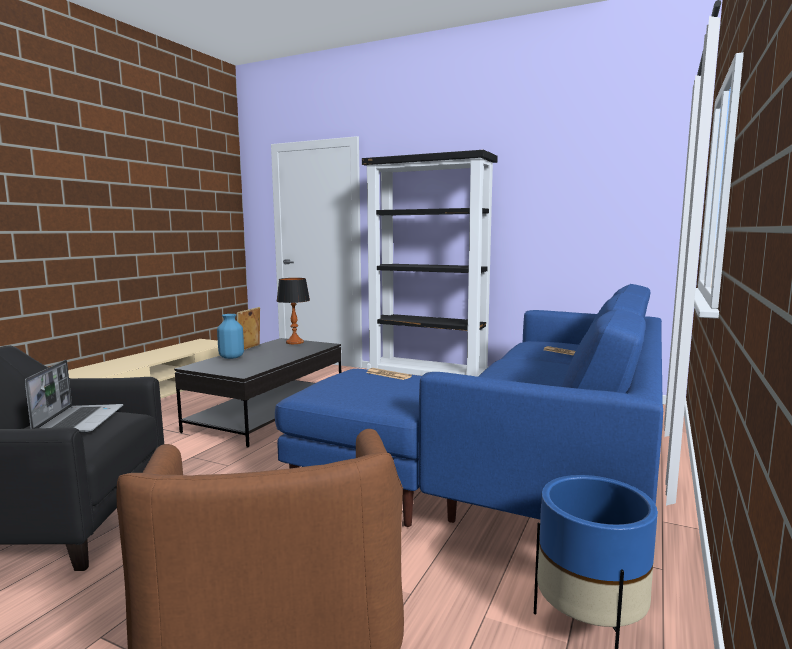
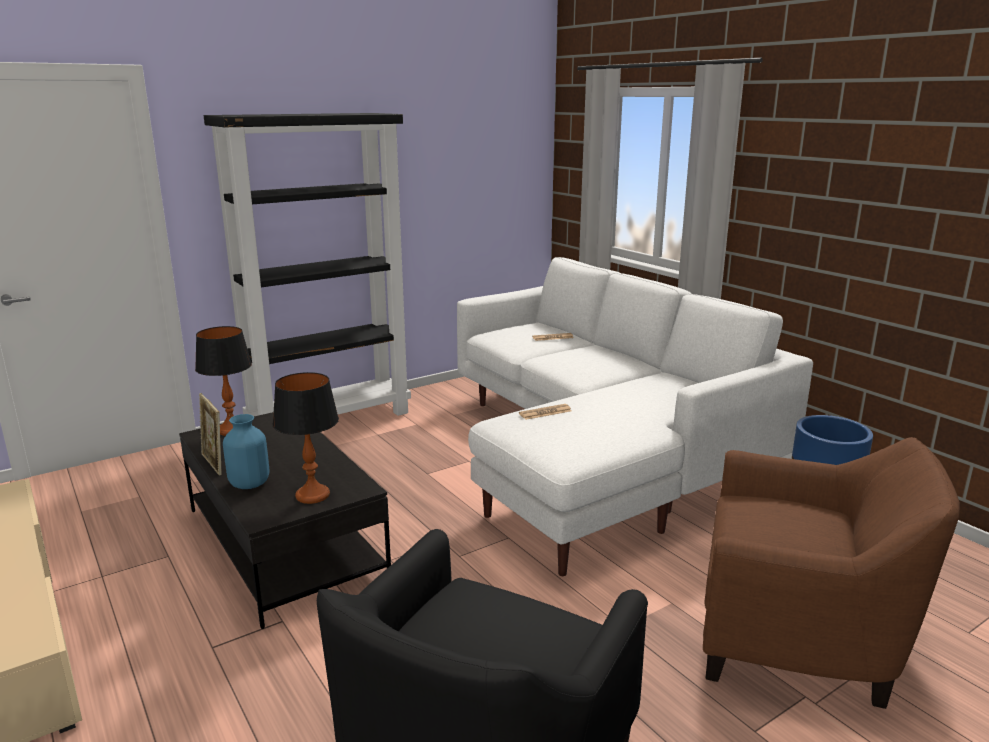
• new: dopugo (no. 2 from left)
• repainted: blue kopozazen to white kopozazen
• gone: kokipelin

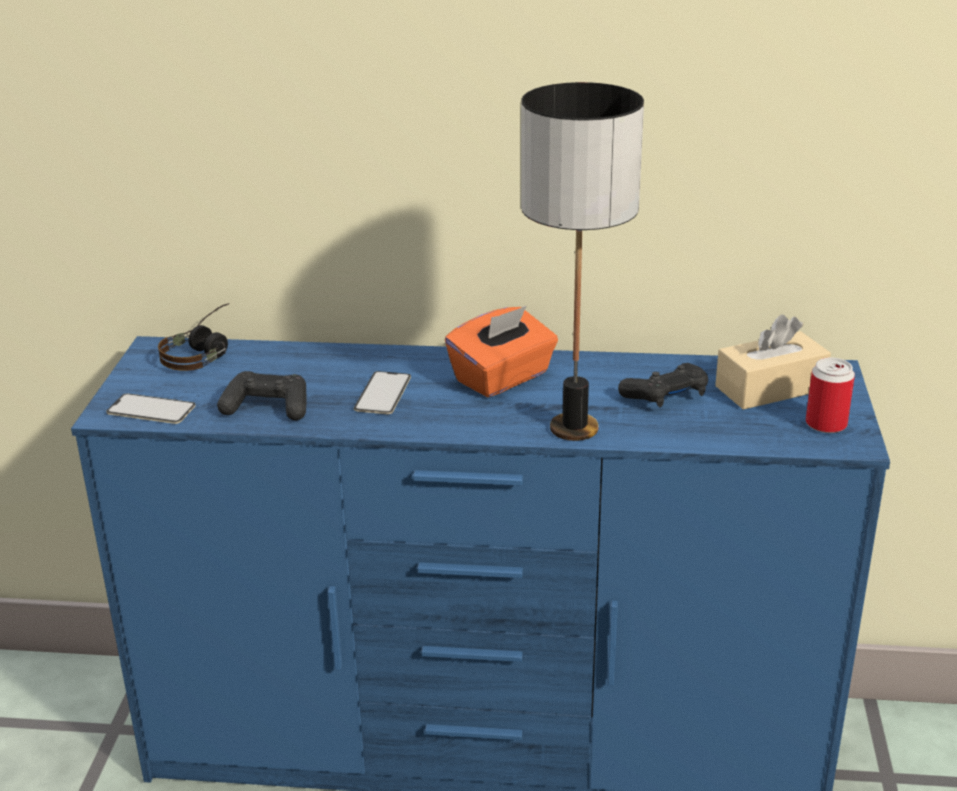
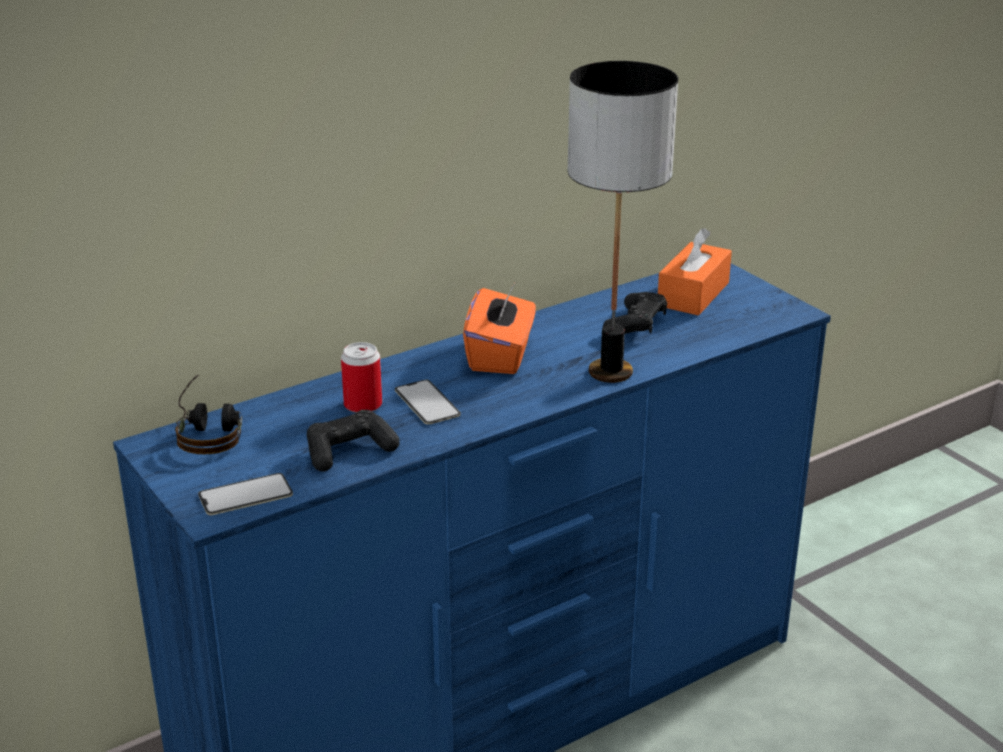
• shifted: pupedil
• repainted: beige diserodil to orange diserodil (no. 2 from left)

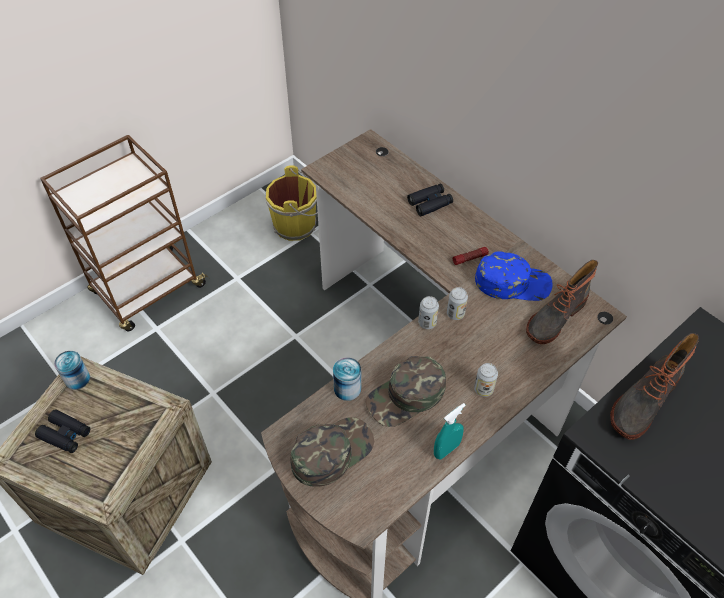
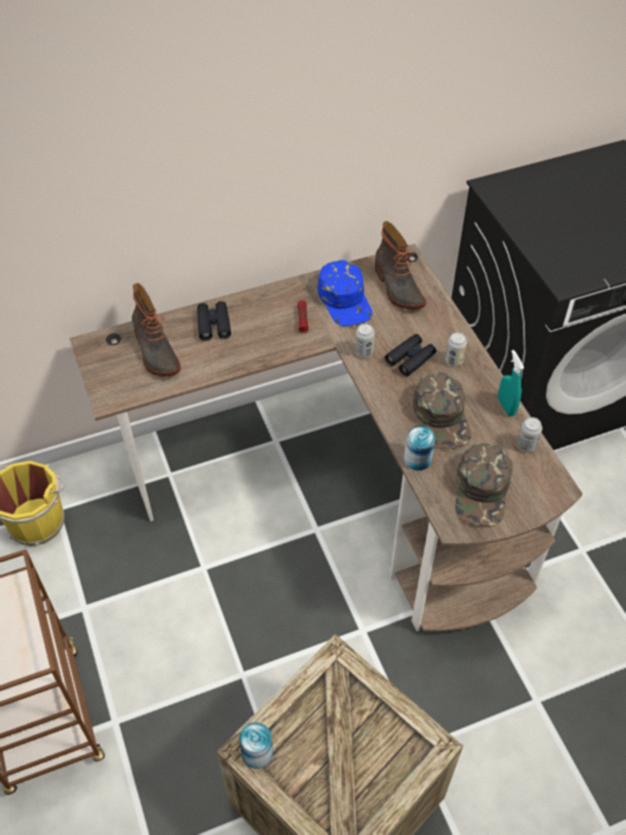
• shifted: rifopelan (no. 2 from left in the first image) to rifopelan (no. 1 from left)
• rotated: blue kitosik 135 degrees clockwise
• shifted: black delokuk (no. 1 from left in the first image) to black delokuk (no. 2 from left)
• rotated: green kitosik (no. 1 from left in the first image) 150 degrees counterclockwise
• shifted: pupedil (no. 3 from left in the first image) to pupedil (no. 5 from left)

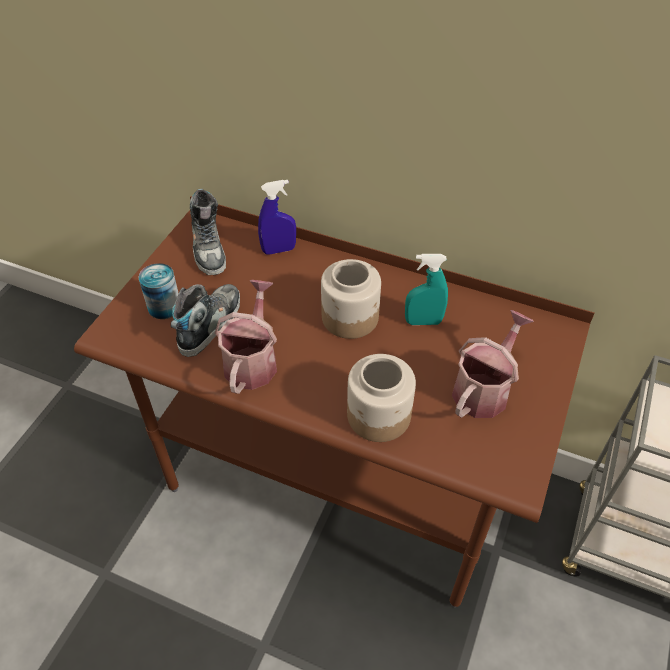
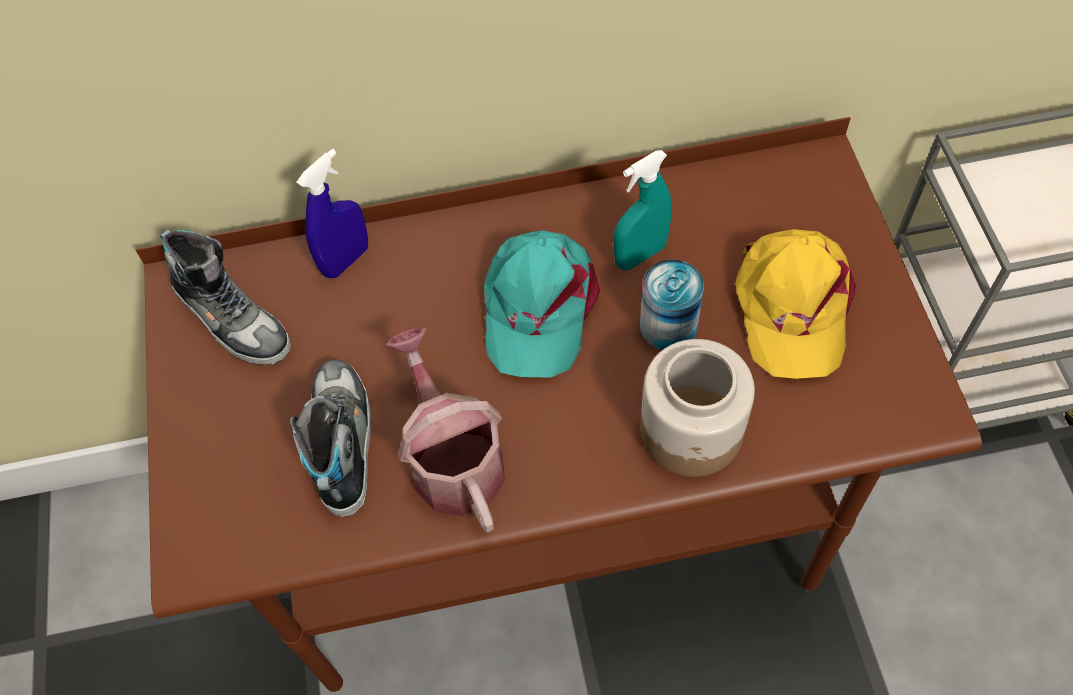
• swapped: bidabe (no. 1 from left) to turquoise kitosik
• shifted: pupedil
• swapped: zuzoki (no. 2 from left) to yellow kitosik

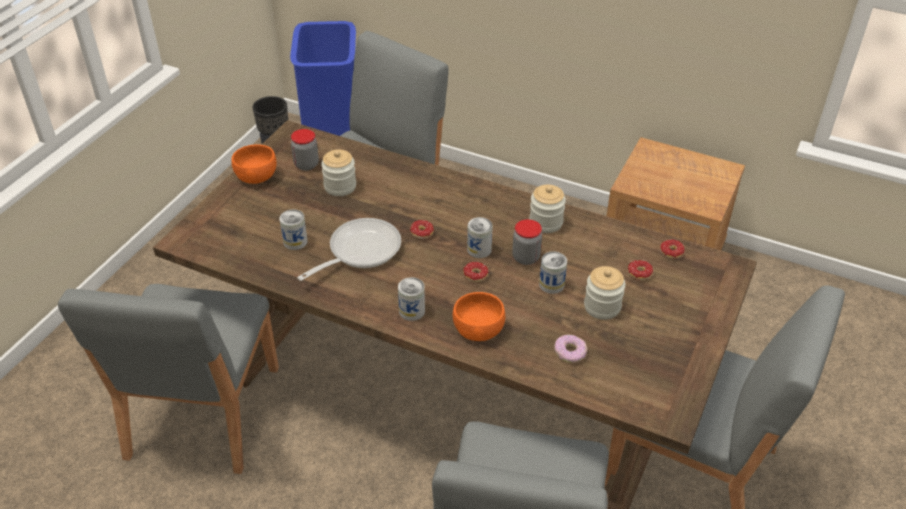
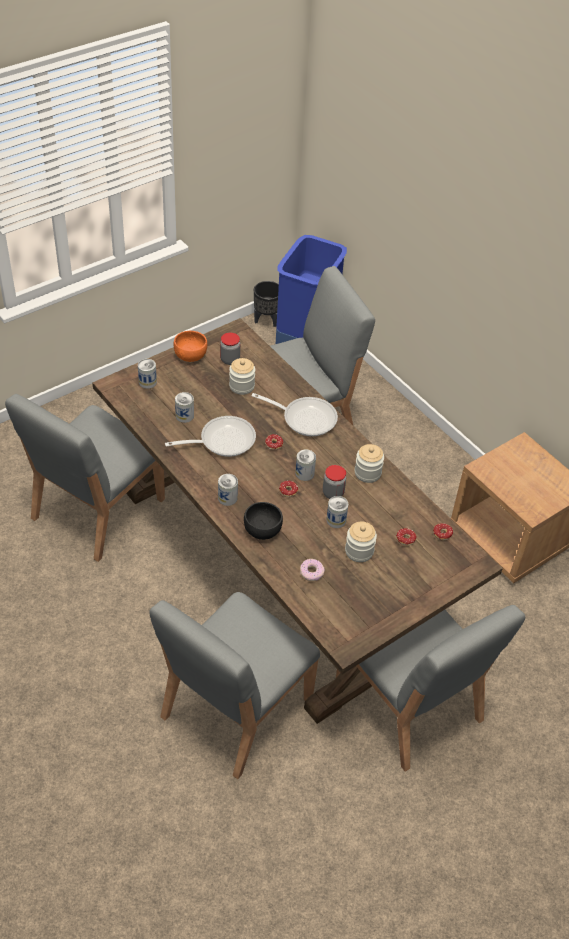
• new: pupedil (no. 1 from left)
• repainted: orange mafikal (no. 2 from left) to black mafikal
• new: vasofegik (no. 2 from left)

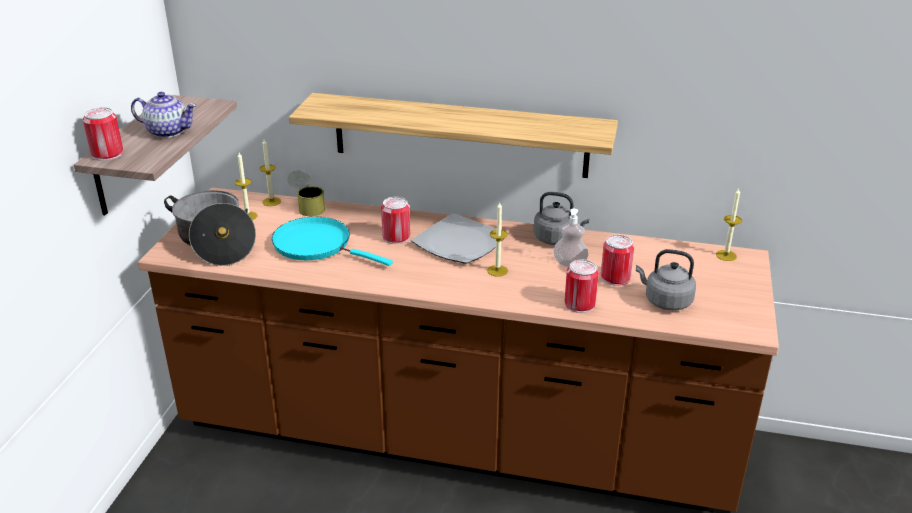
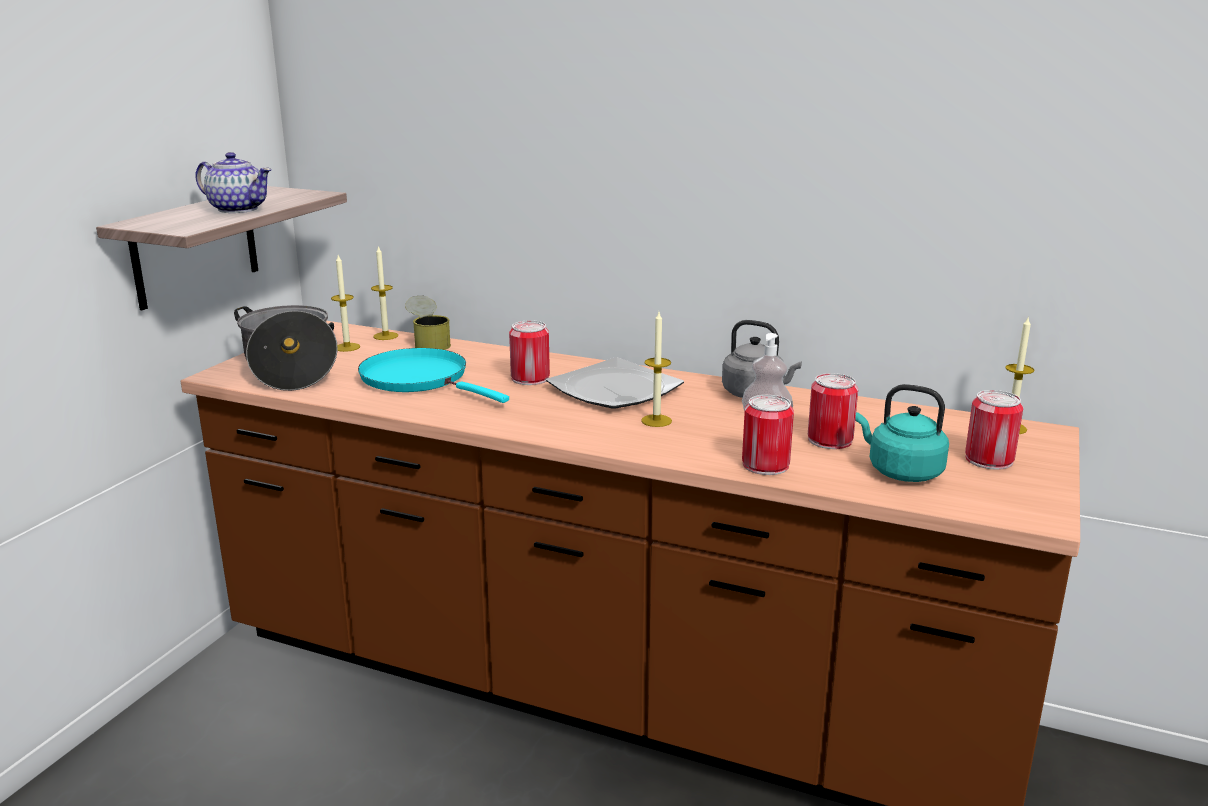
• repainted: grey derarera (no. 2 from left) to turquoise derarera
• shifted: pupedil (no. 1 from left in the first image) to pupedil (no. 5 from left)
• gone: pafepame (no. 2 from left)

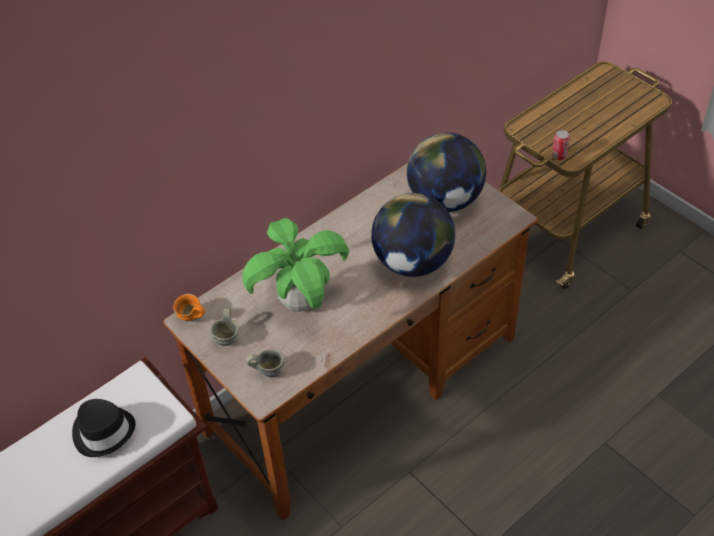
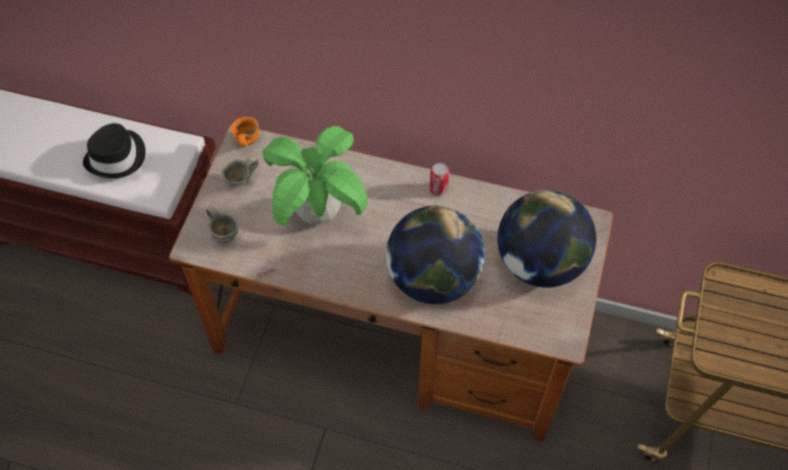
• shifted: pupedil

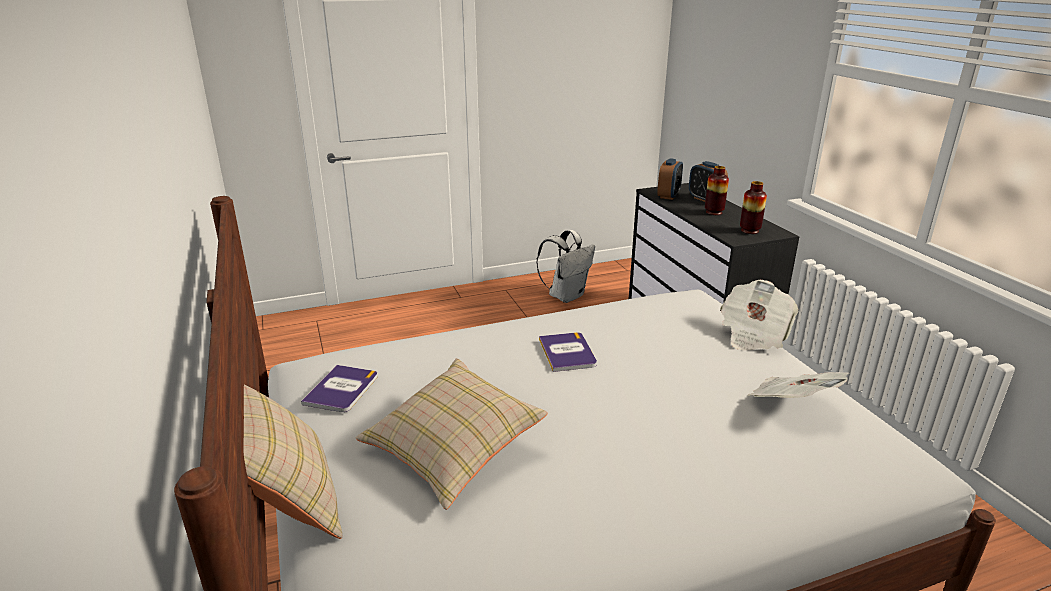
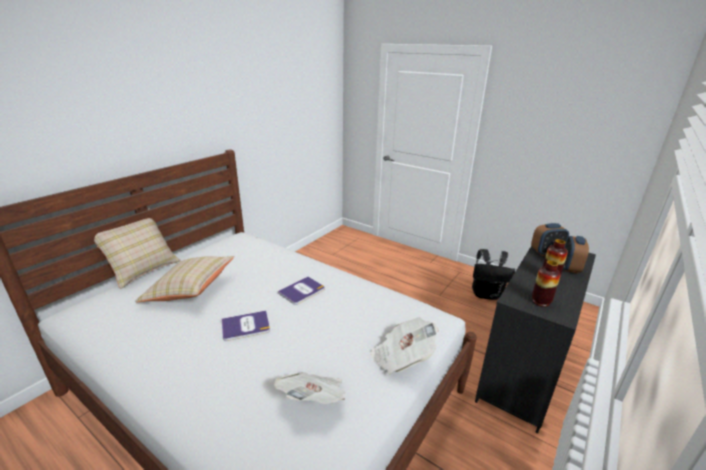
• shifted: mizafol (no. 1 from left)
• repainted: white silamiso to black silamiso

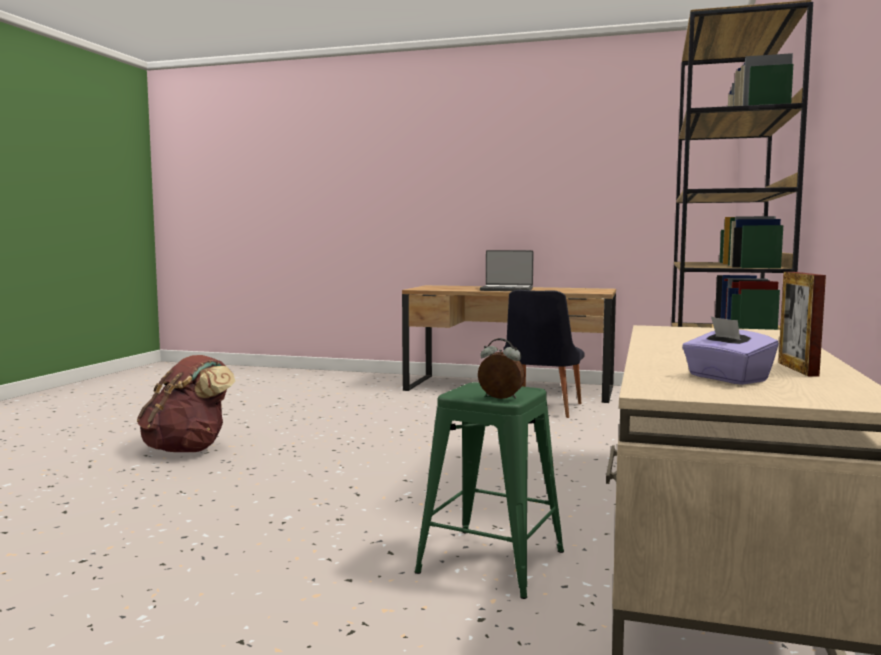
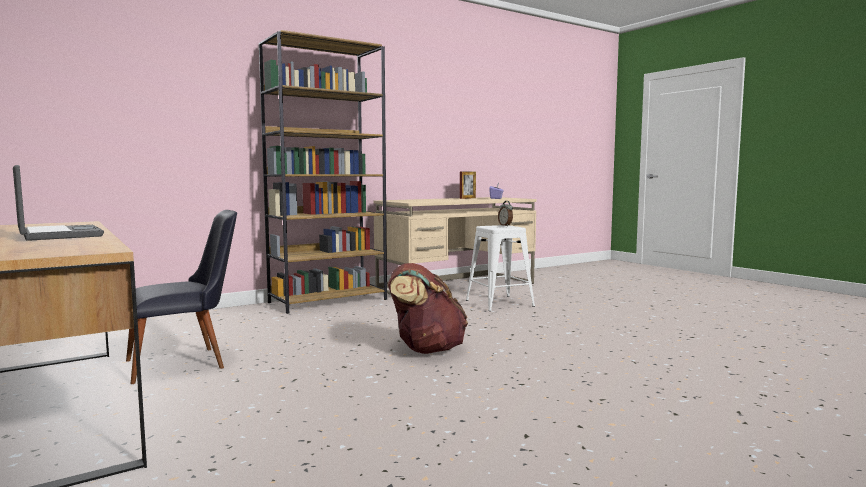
• shifted: brown silamiso
• repainted: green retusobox to white retusobox

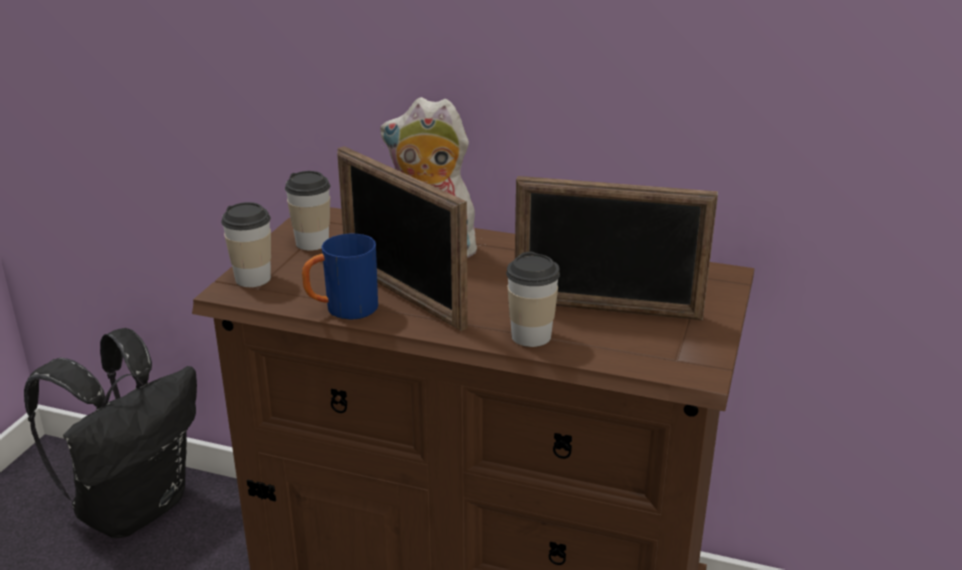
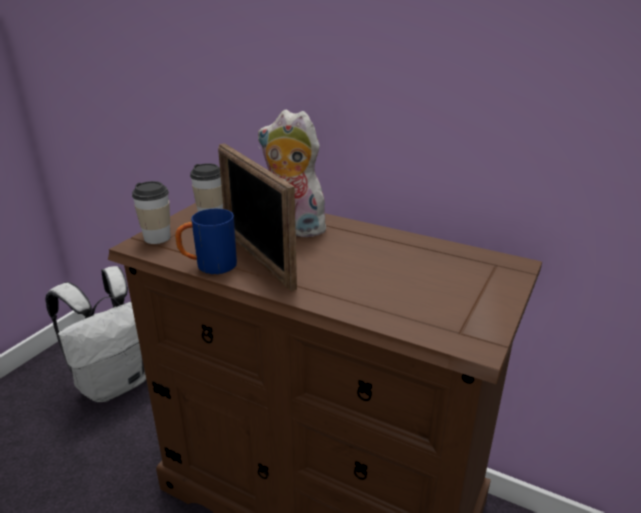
• repainted: black silamiso to white silamiso
• gone: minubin (no. 3 from left)
• gone: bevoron (no. 2 from left)

